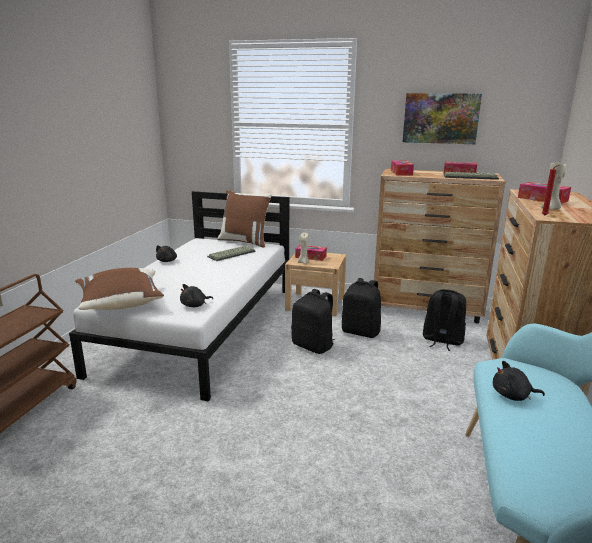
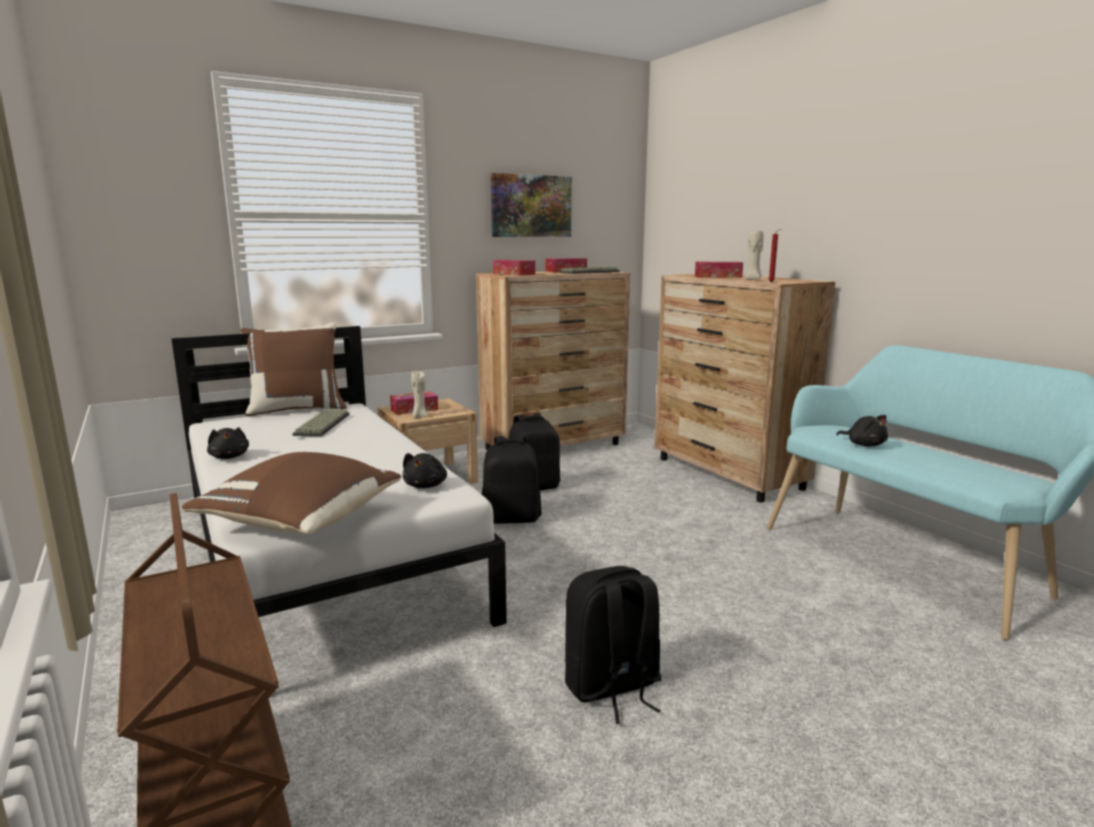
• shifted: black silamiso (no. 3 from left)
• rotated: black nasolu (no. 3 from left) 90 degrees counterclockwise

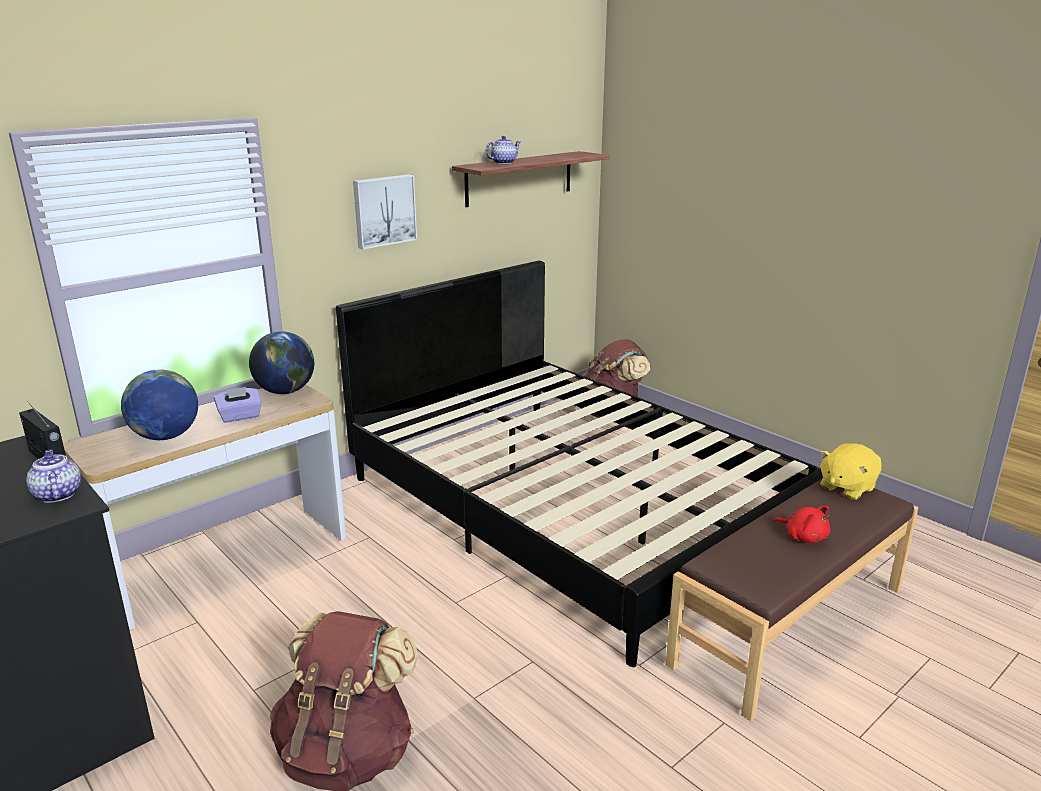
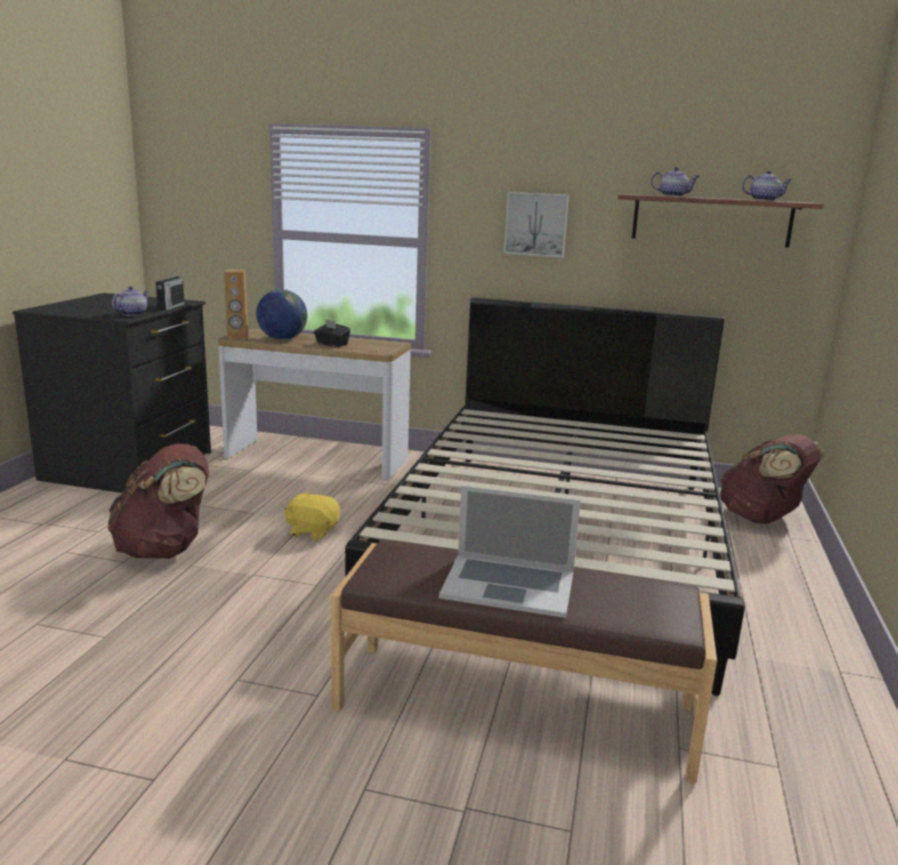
• new: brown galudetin
• shifted: yellow nasolu
• repainted: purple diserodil to black diserodil
• swapped: red nasolu to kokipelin
• new: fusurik (no. 3 from left)
• gone: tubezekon (no. 2 from left)

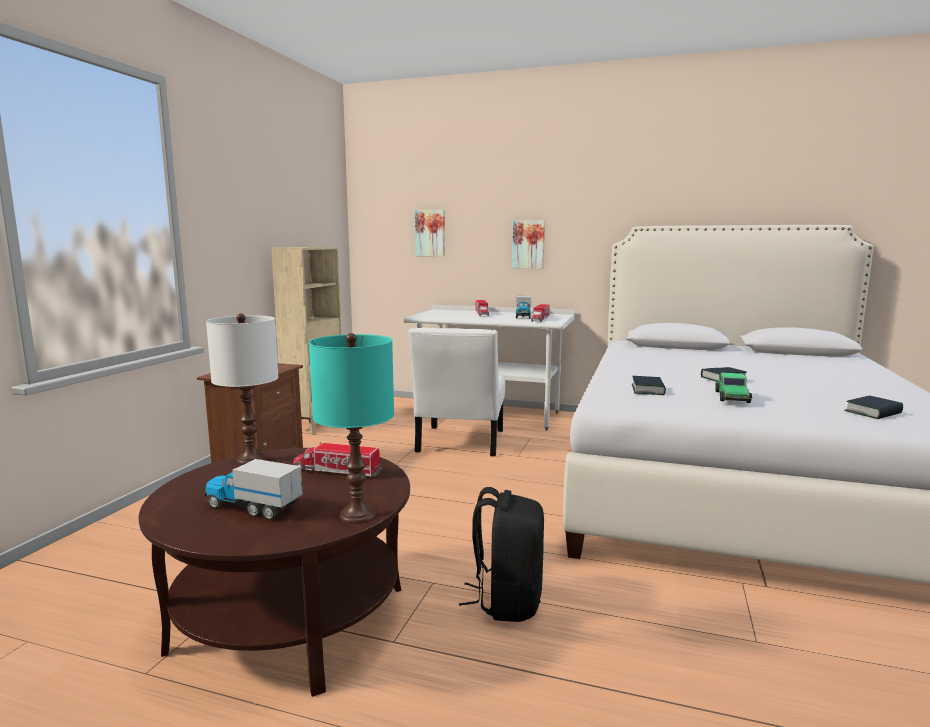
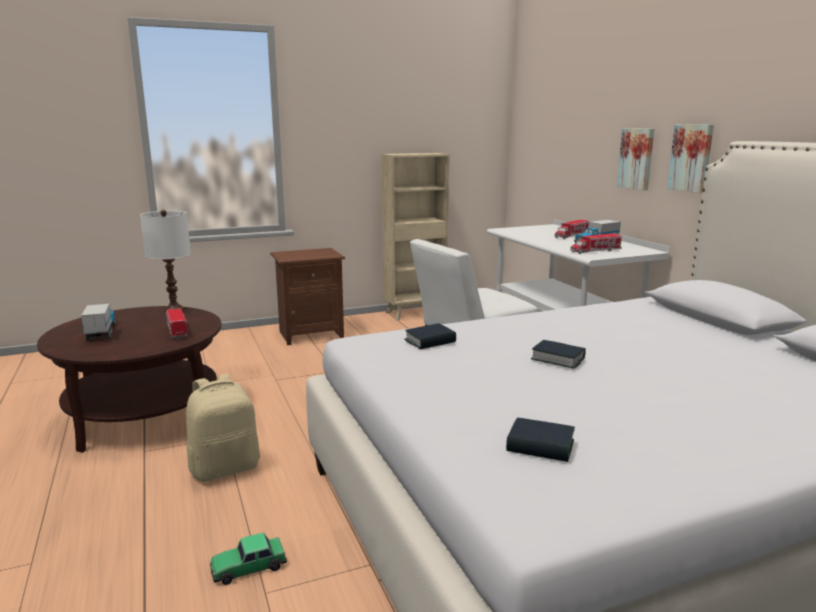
• repainted: black silamiso to beige silamiso
• shifted: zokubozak
• shifted: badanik (no. 1 from left in the first image) to badanik (no. 2 from left)
• gone: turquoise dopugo

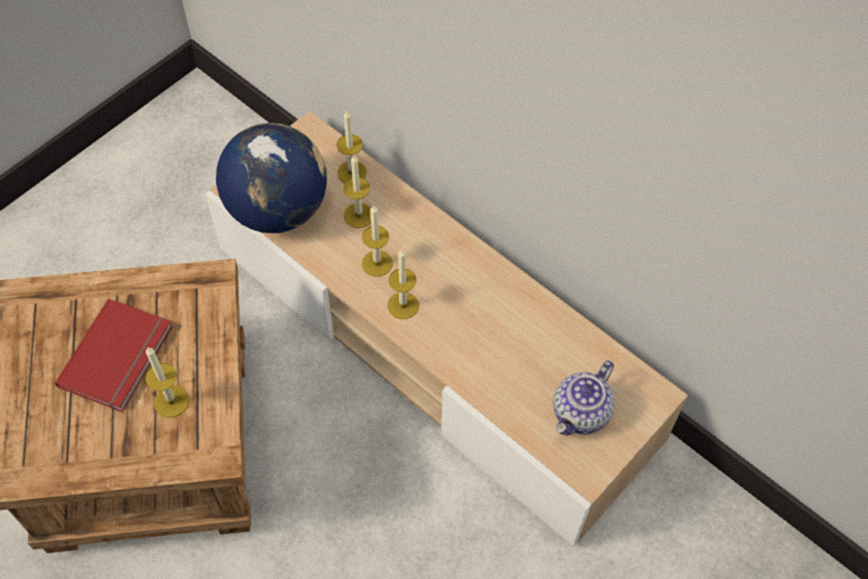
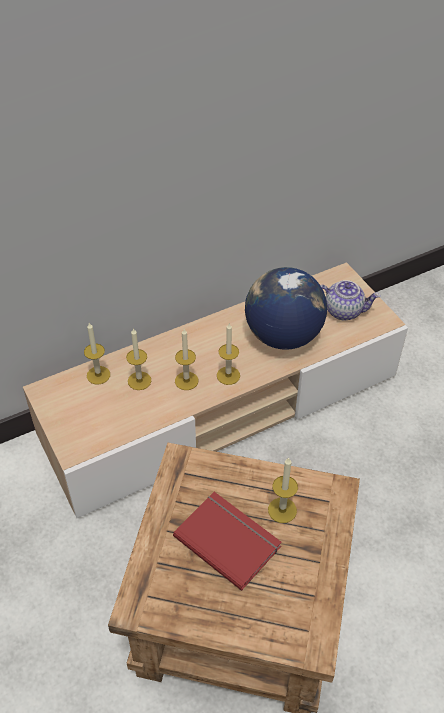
• shifted: tubezekon
• rotated: fusurik 45 degrees counterclockwise

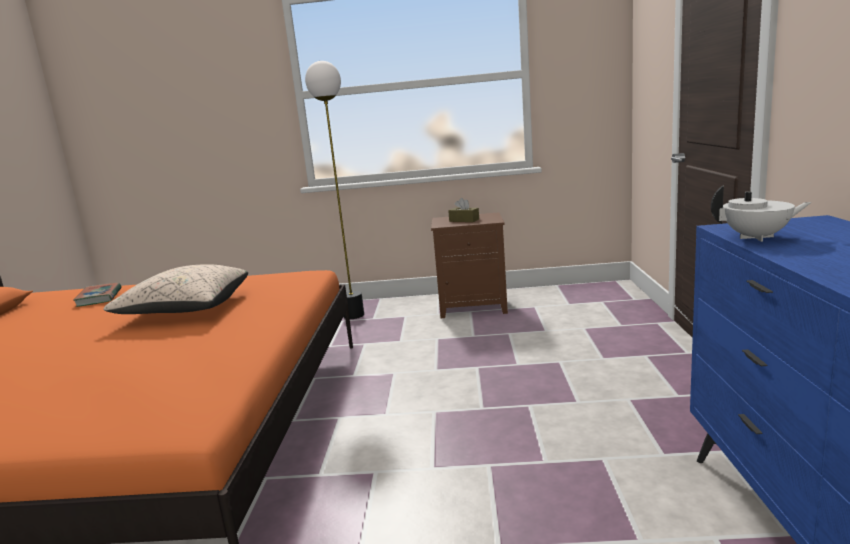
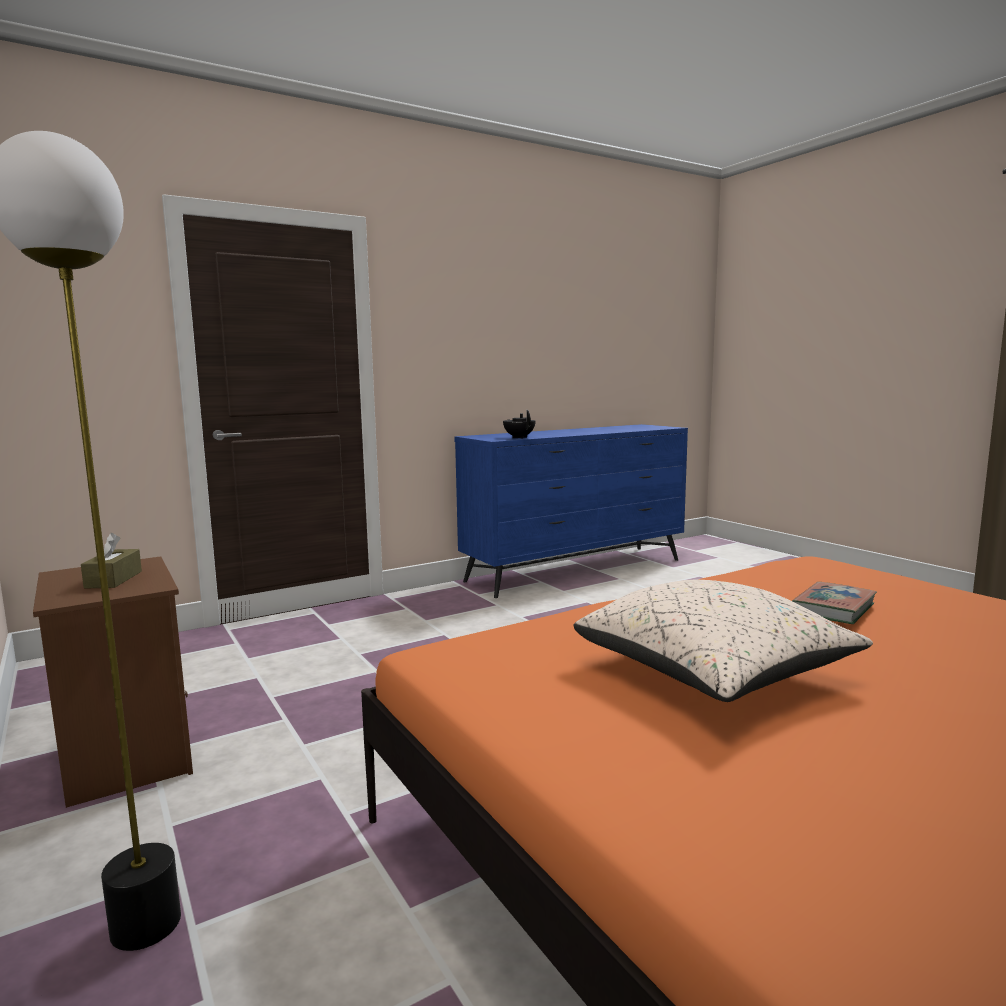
• repainted: white fusurik to black fusurik
• shifted: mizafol

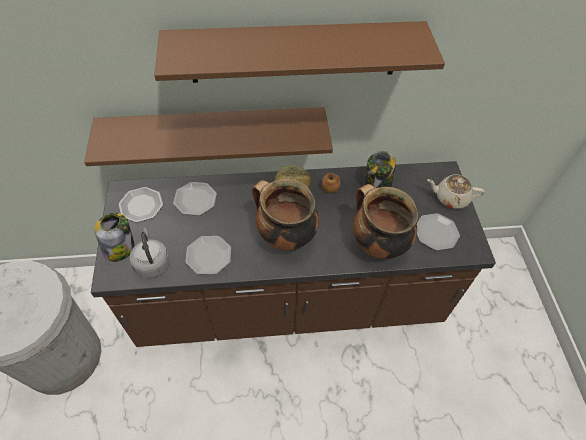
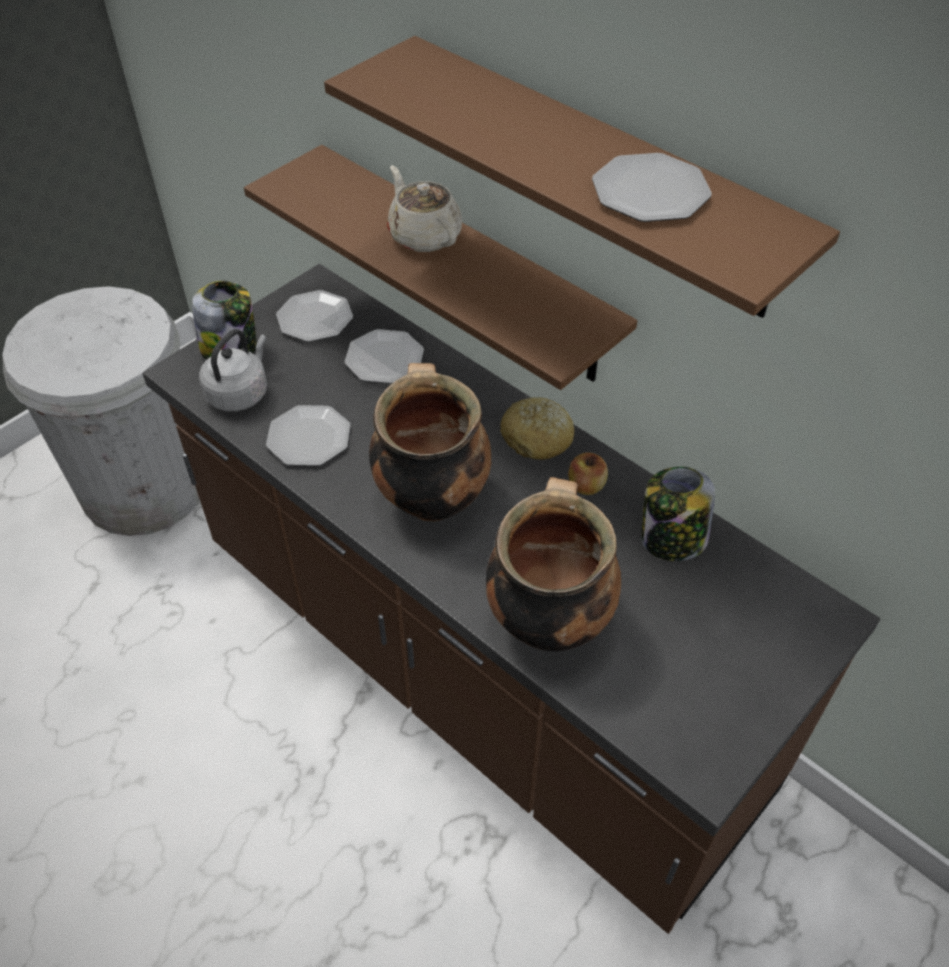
• shifted: beige fusurik
• shifted: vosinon (no. 4 from left)

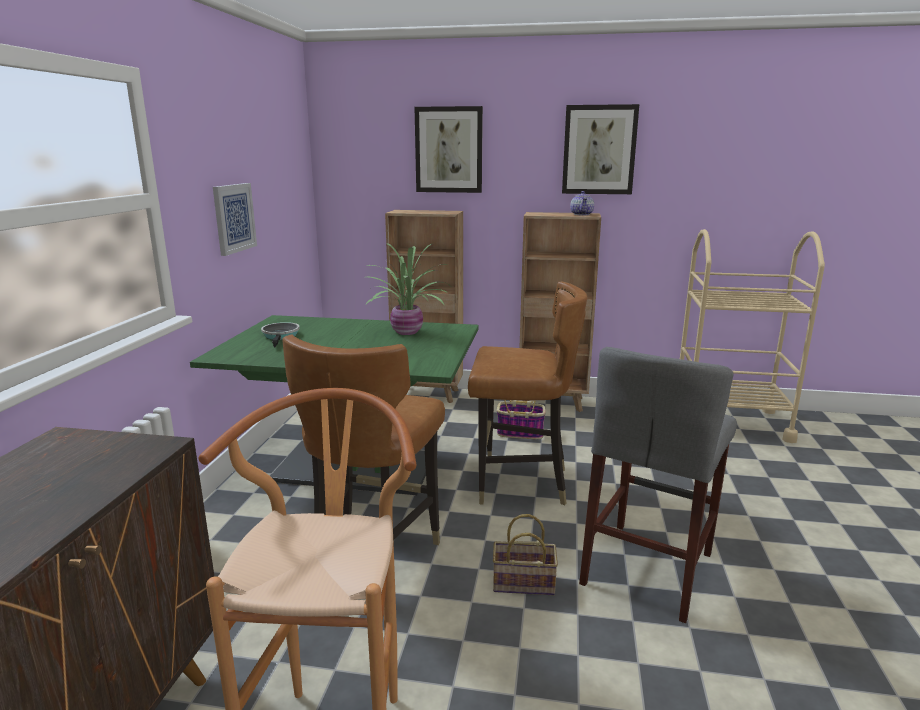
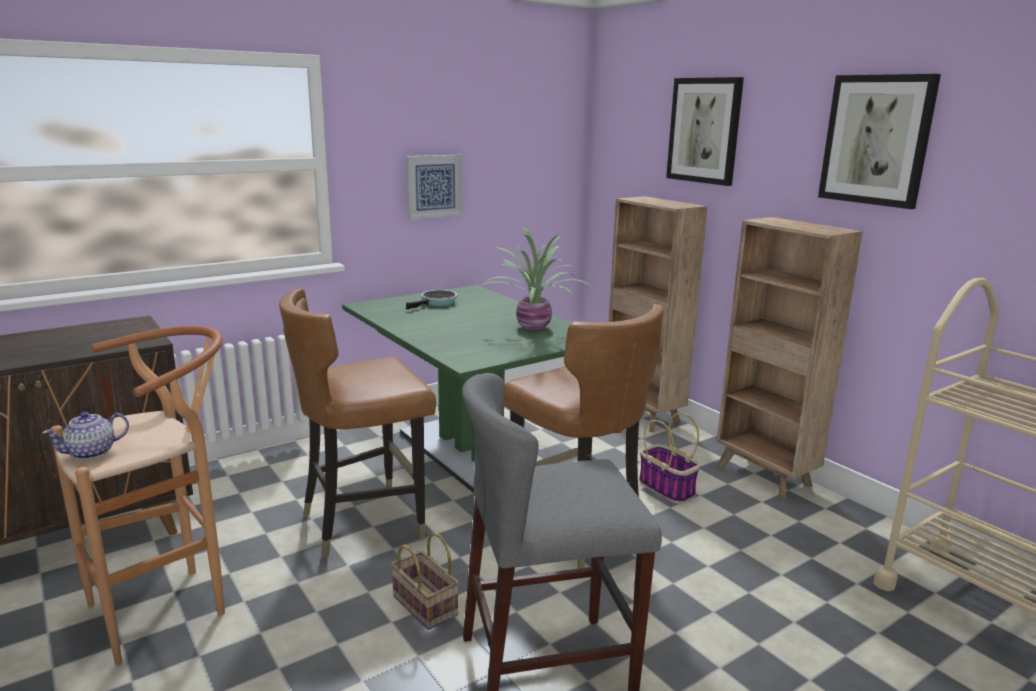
• shifted: fusurik

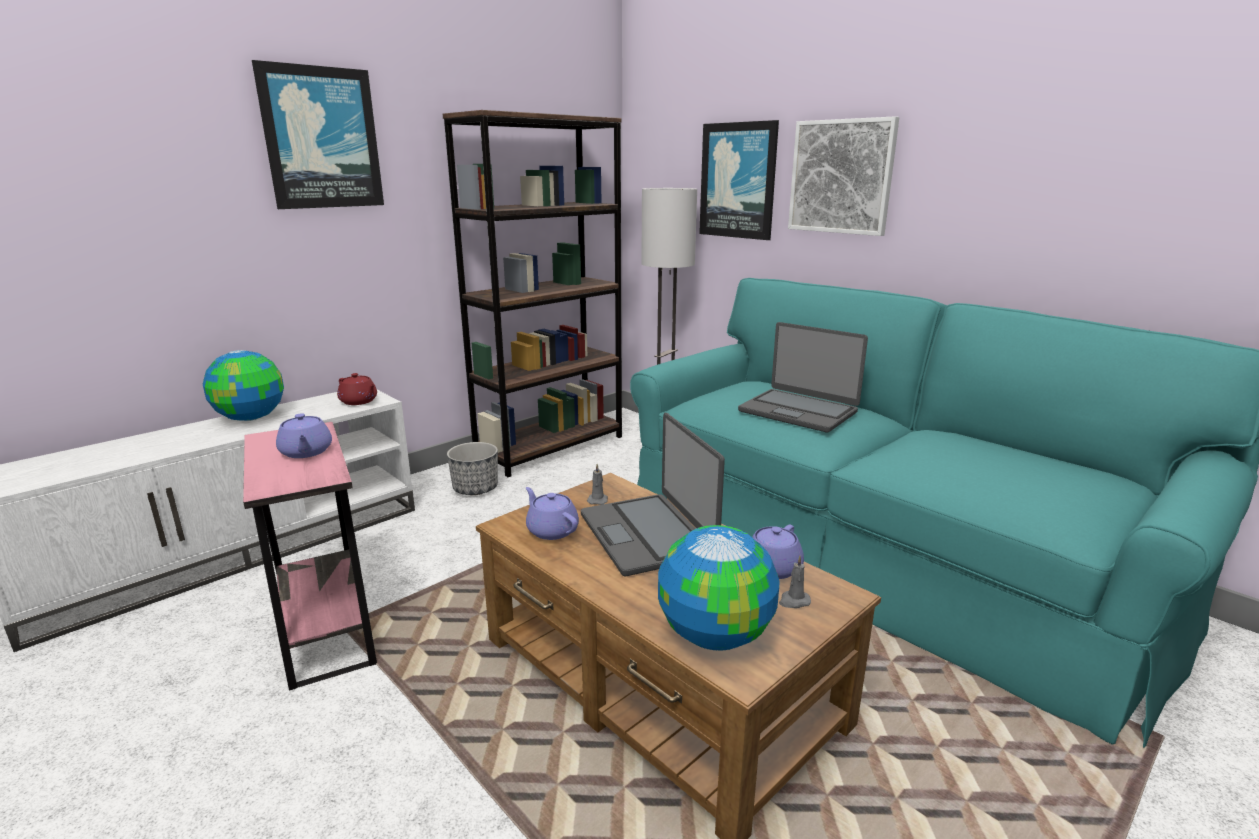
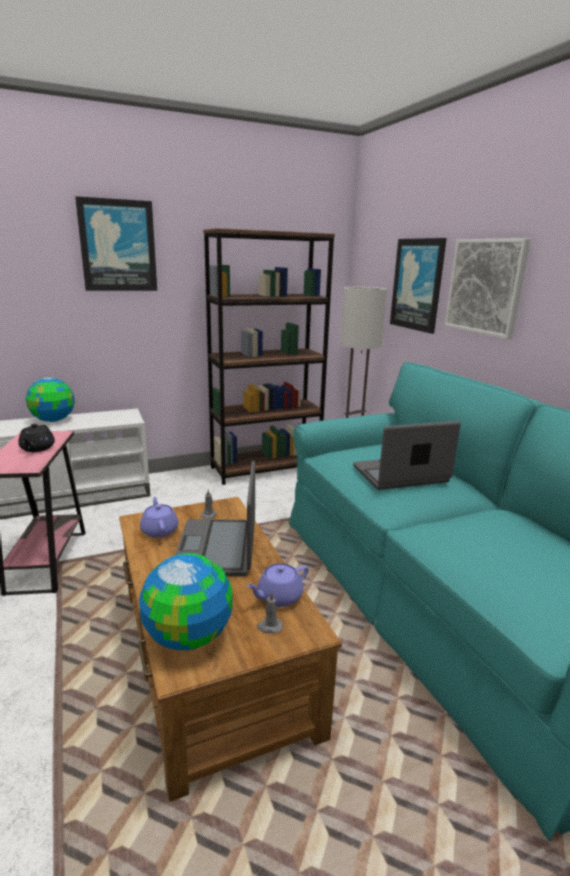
• repainted: purple fusurik (no. 1 from left) to black fusurik
• rotated: kokipelin (no. 2 from left) 105 degrees clockwise
• gone: red fusurik
• gone: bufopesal

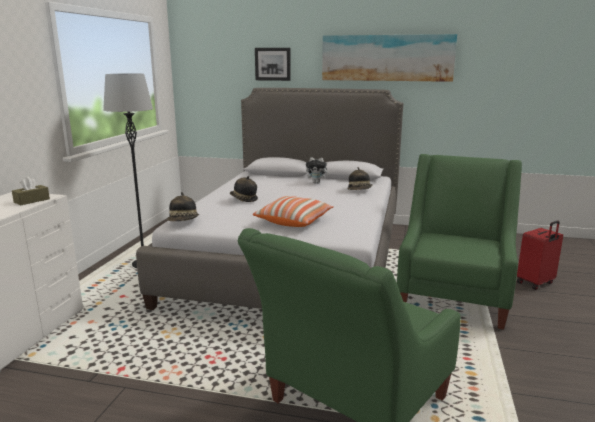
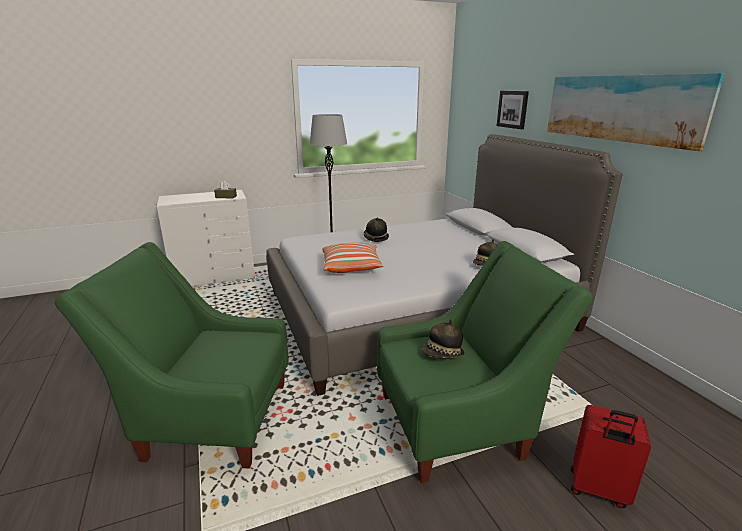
• shifted: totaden (no. 1 from left in the first image) to totaden (no. 2 from left)
• gone: nasolu

